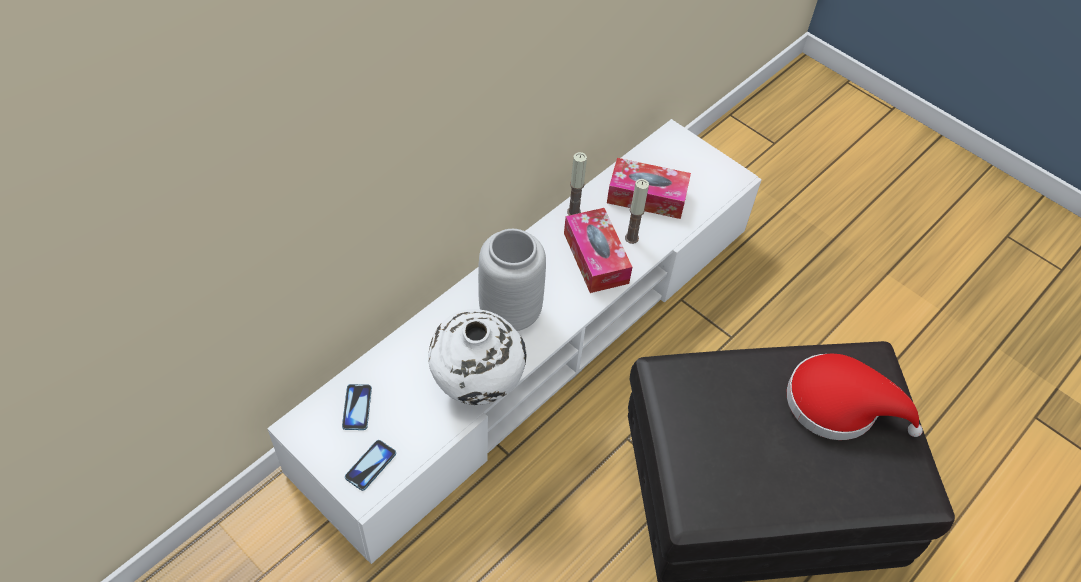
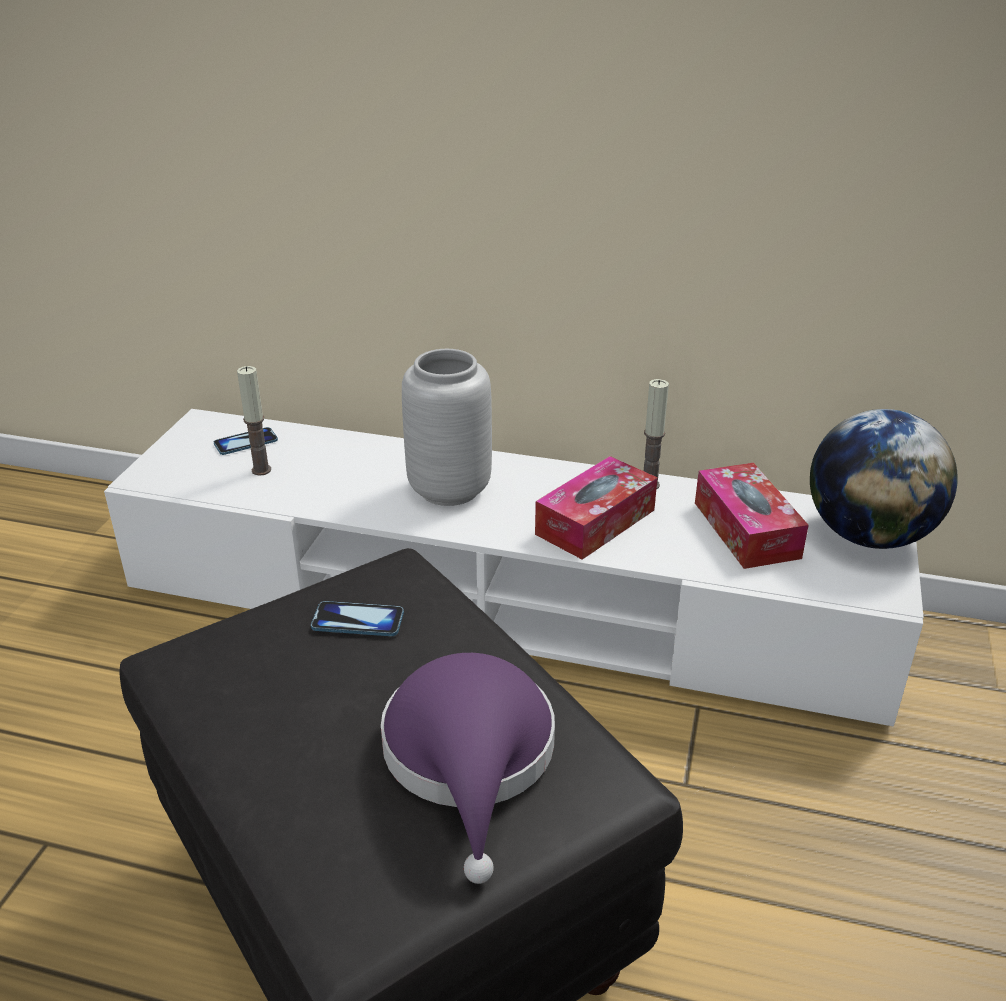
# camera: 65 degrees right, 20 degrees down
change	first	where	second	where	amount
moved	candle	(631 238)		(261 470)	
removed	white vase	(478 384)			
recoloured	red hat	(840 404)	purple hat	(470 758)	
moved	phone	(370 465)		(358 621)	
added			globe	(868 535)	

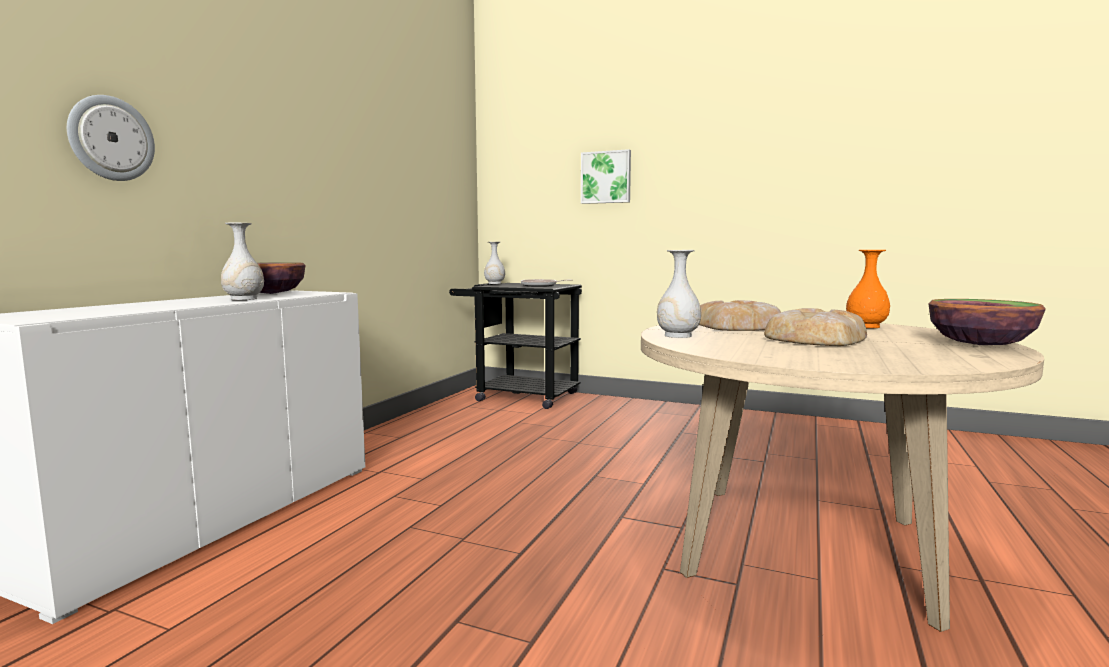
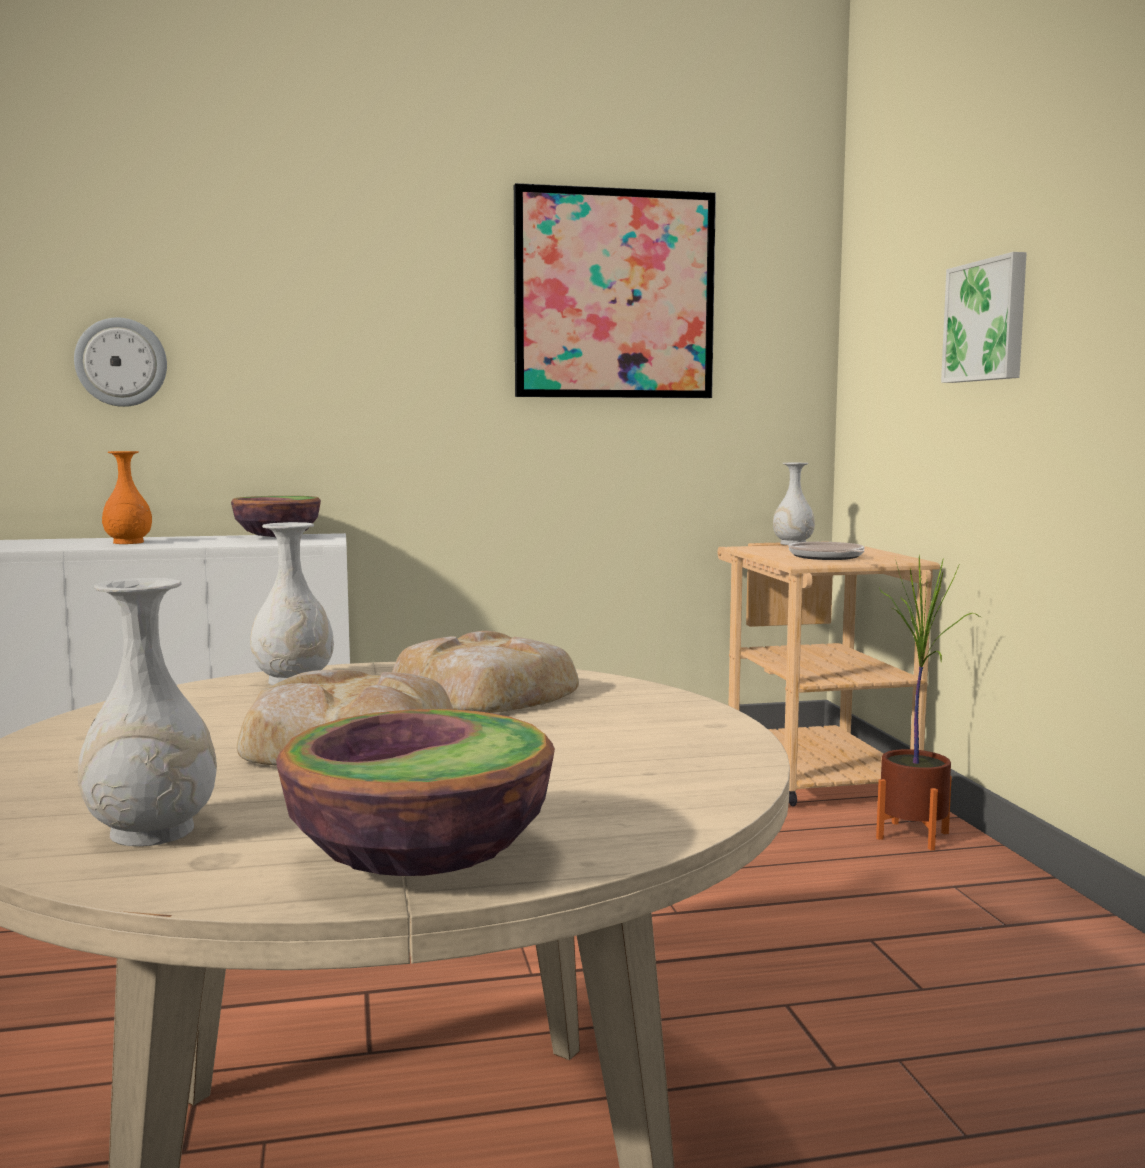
# camera: 55 degrees right, 0 degrees up
change	first	where	second	where	amount
moved	white vase	(244 299)		(151 832)	
moved	orange vase	(867 326)		(128 542)	
recoloured	black cart	(518 396)	beige cart	(809 771)	
added			picture	(614 295)	
added			potted plant	(913 836)	

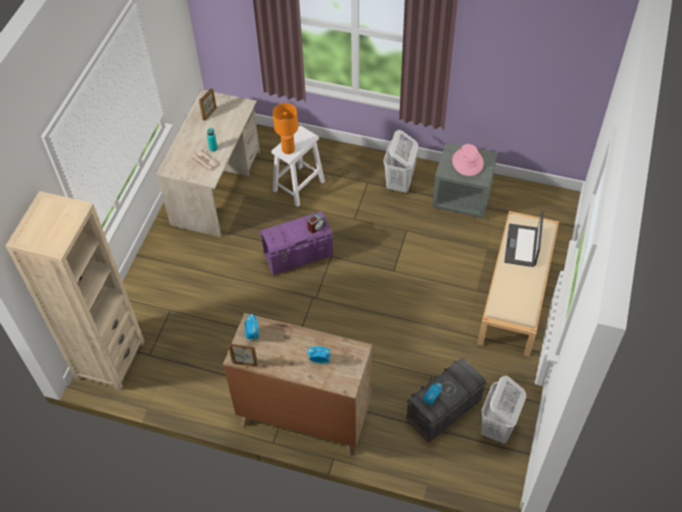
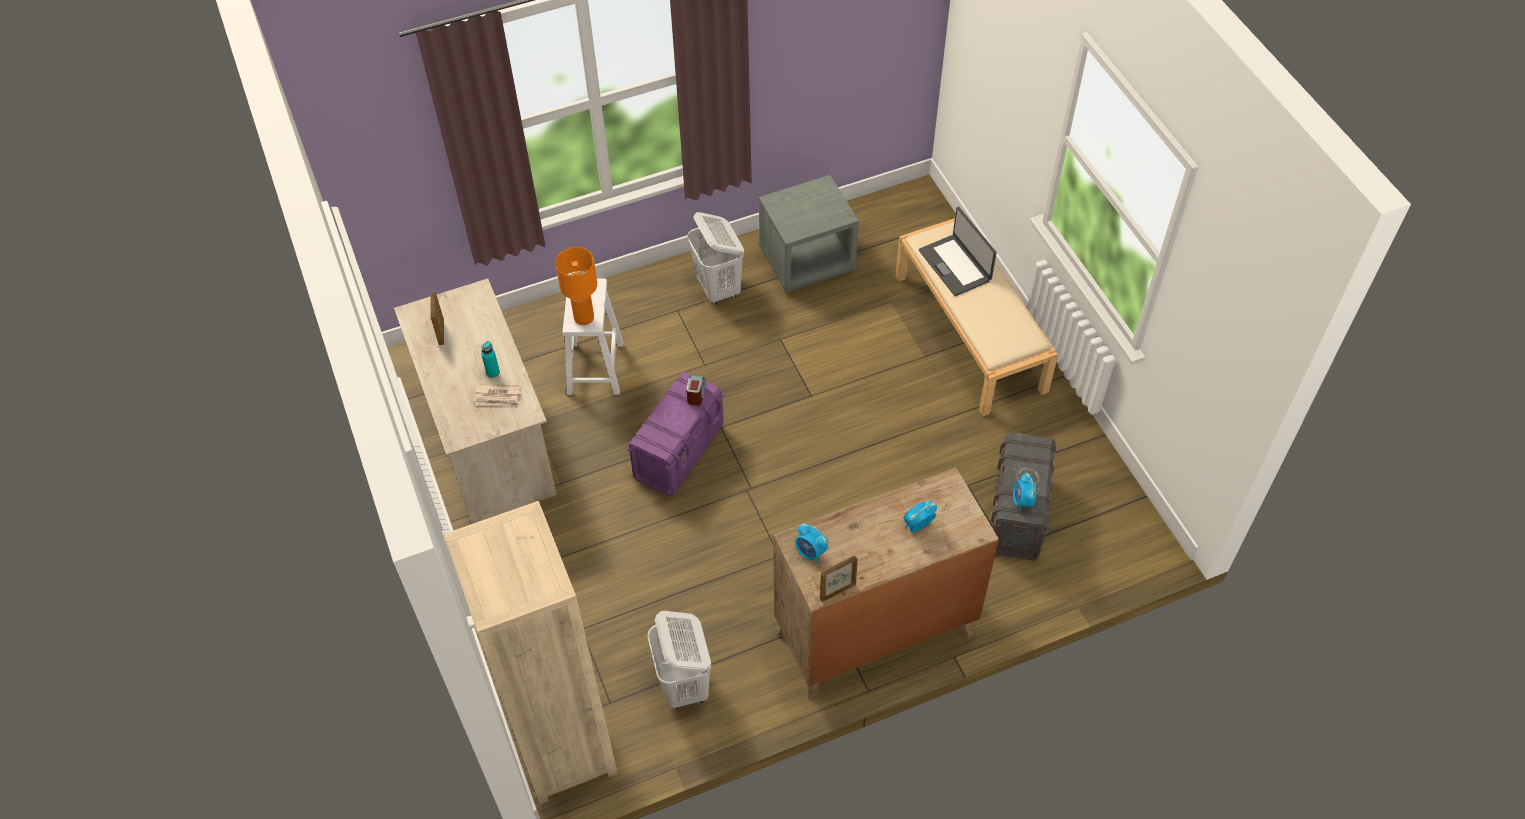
# camera: 40 degrees left, 0 degrees up
change	first	where	second	where	amount
removed	pink hat	(467 162)			
moved	white laundry basket	(497 428)		(684 686)	

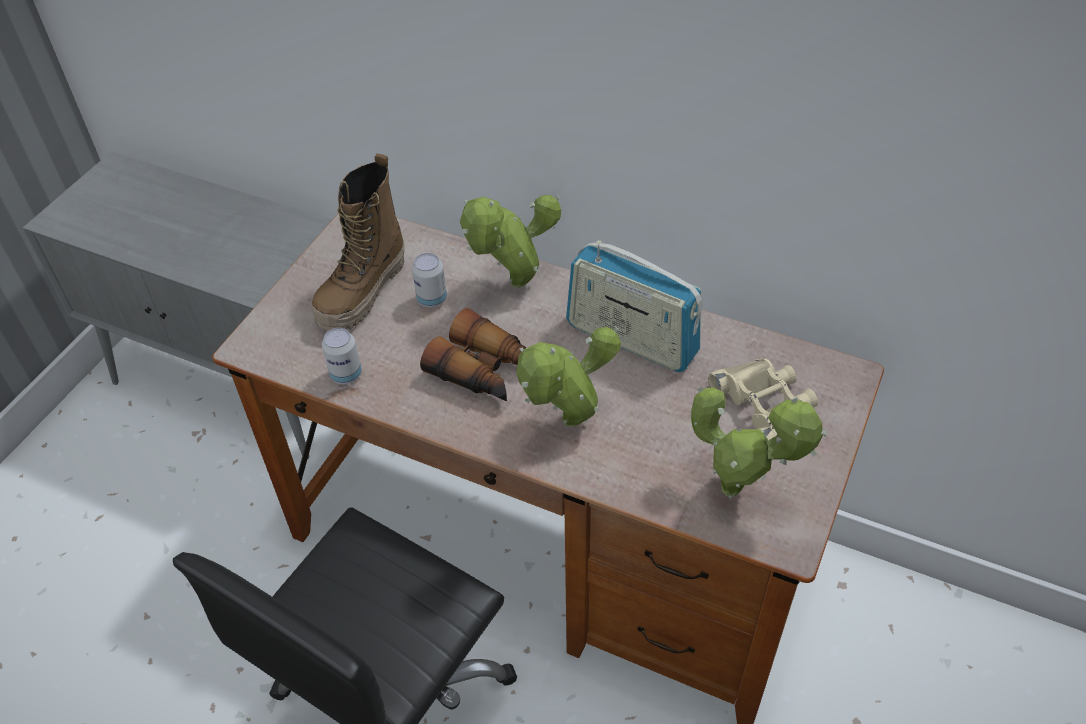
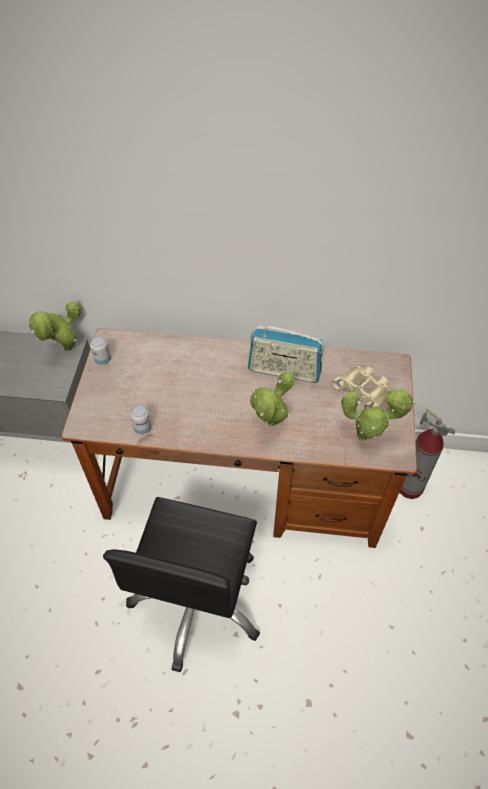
# camera: 20 degrees left, 5 degrees up
change	first	where	second	where	amount
removed	boot	(363 293)			
moved	potted plant	(513 286)		(65 350)	
moved	can	(432 299)		(103 359)	
removed	binoculars	(485 371)			
added			fire extinguisher	(410 487)	

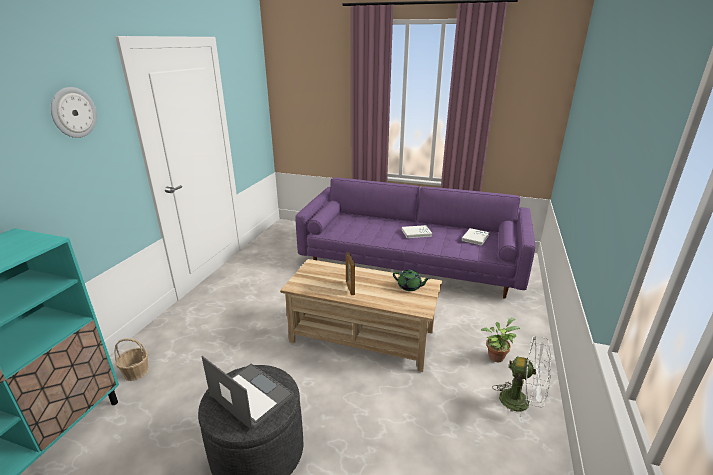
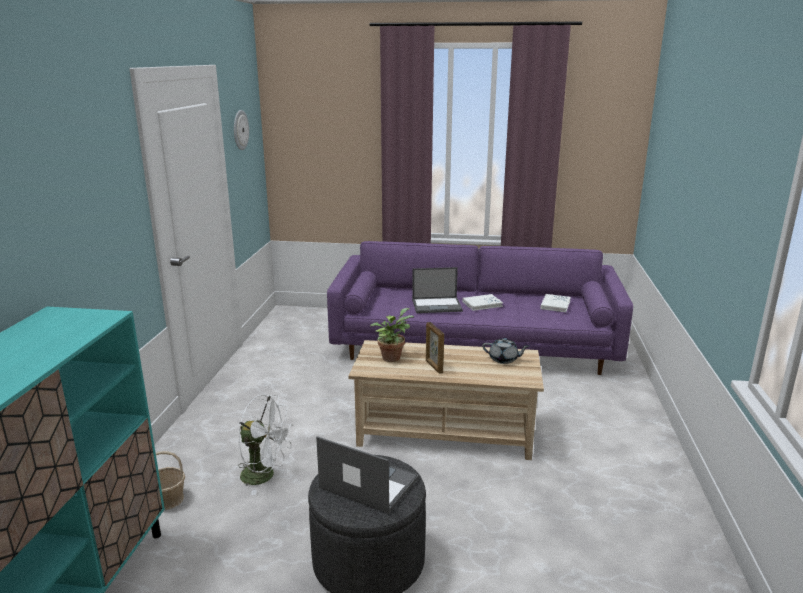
# camera: 10 degrees left, 5 degrees down
change	first	where	second	where	amount
moved	wall clock	(73 112)		(240 130)	
recoloured	green teapot	(410 287)	grey teapot	(504 359)	
moved	potted plant	(496 356)		(392 357)	
moved	white fan	(521 402)		(265 476)	
added			laptop	(437 305)	

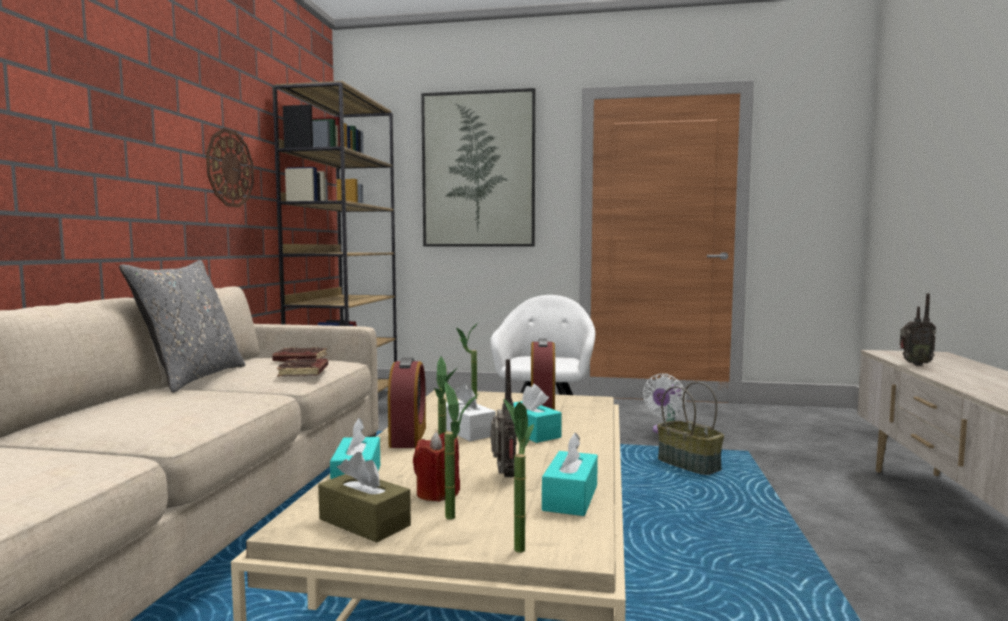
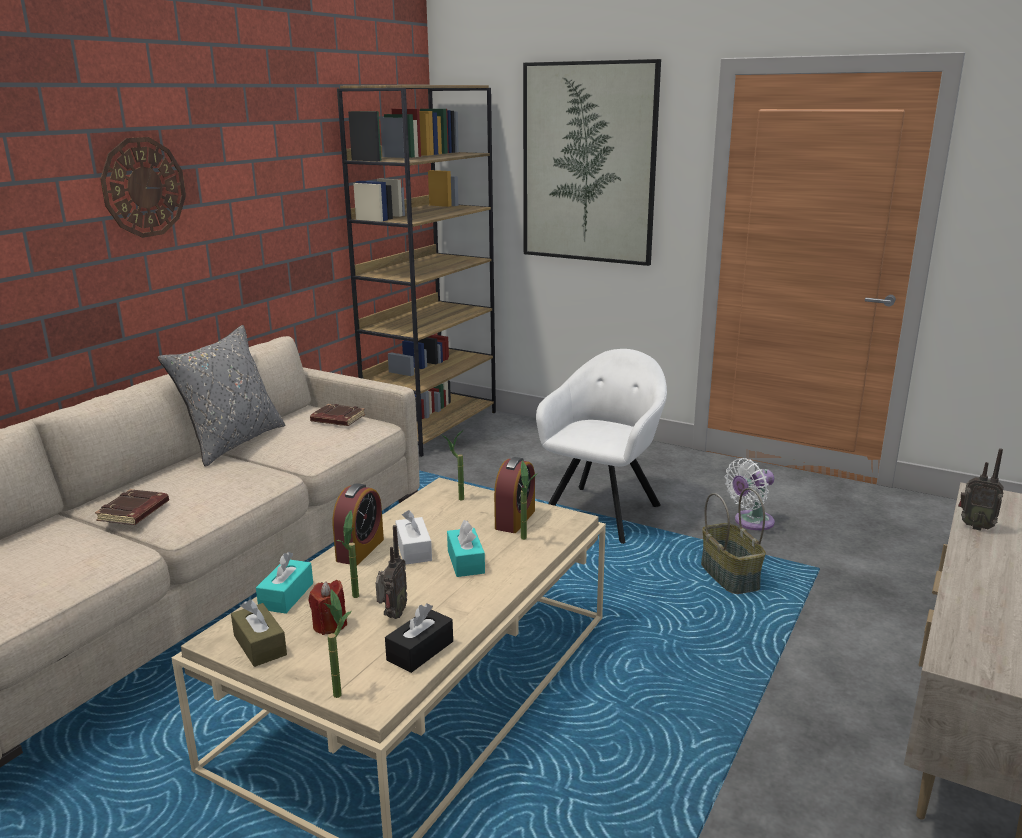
# camera: 20 degrees right, 15 degrees up
change	first	where	second	where	amount
moved	wall clock	(229 168)		(143 187)	
moved	brown book	(304 372)		(134 512)	
moved	potted plant	(458 520)		(527 541)	
recoloured	turquoise tissue box	(570 497)	black tissue box	(420 651)	

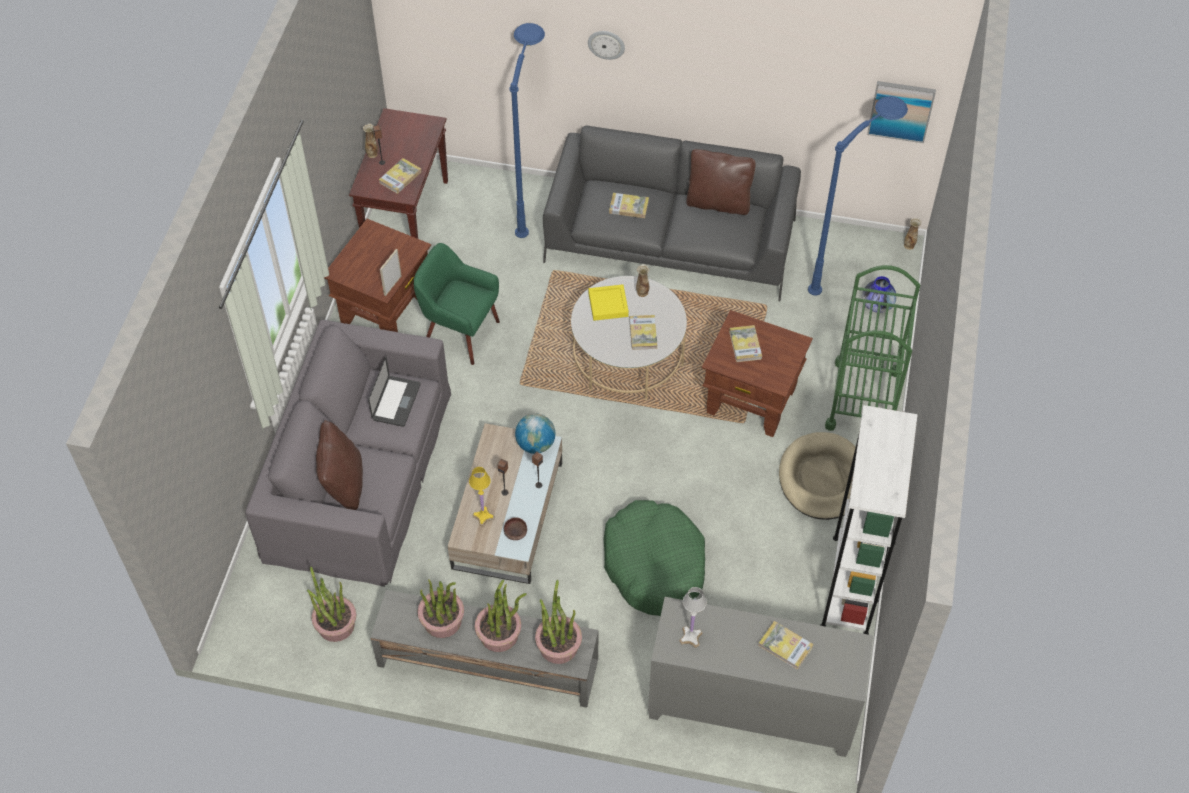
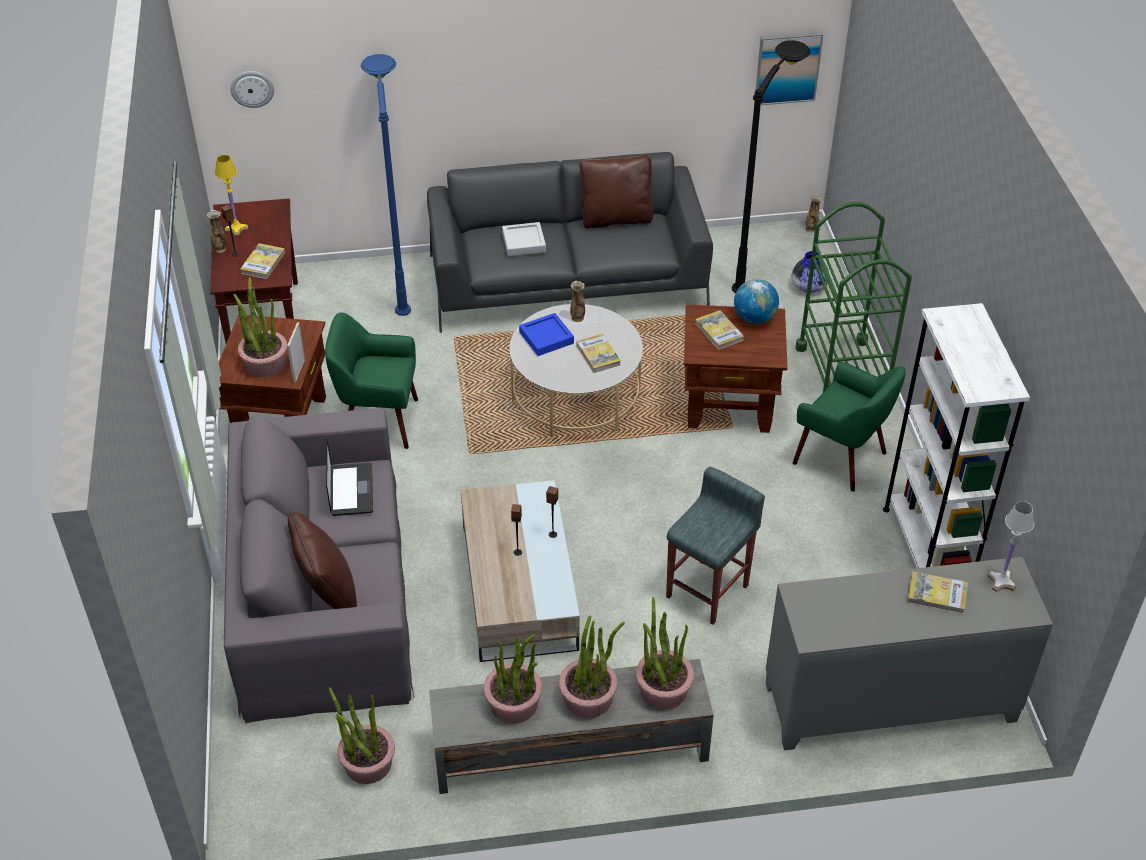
# camera: 20 degrees left, 10 degrees down
change	first	where	second	where	amount
moved	wall clock	(606 44)		(252 88)	
recoloured	blue floor lamp	(847 268)	black floor lamp	(761 262)	
replaced	book	(629 207)	grey tray	(524 242)	
recoloured	yellow tray	(608 305)	blue tray	(546 338)	
moved	globe	(536 444)		(754 318)	
replaced	beige dog bed	(822 479)	green armchair	(841 458)	
moved	yellow table lamp	(483 516)		(236 229)	
replaced	green dog bed	(654 565)	grey stool	(708 590)	
removed	brown bowl	(516 532)			
moved	white table lamp	(691 637)		(1002 581)	
added			potted plant	(265 363)	

